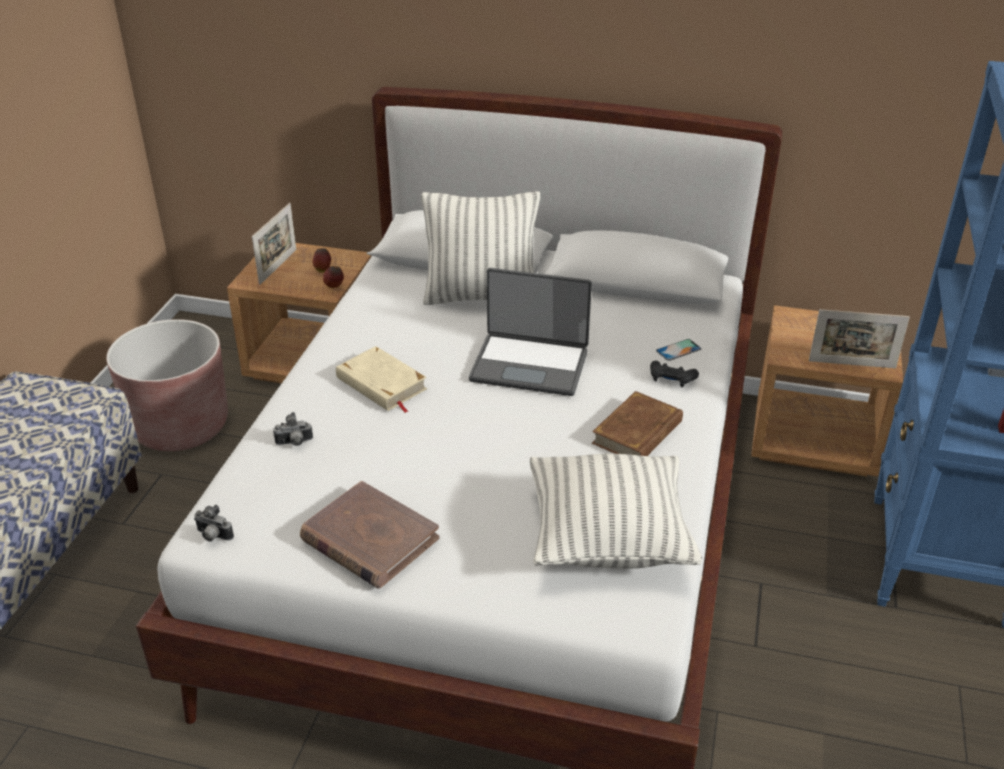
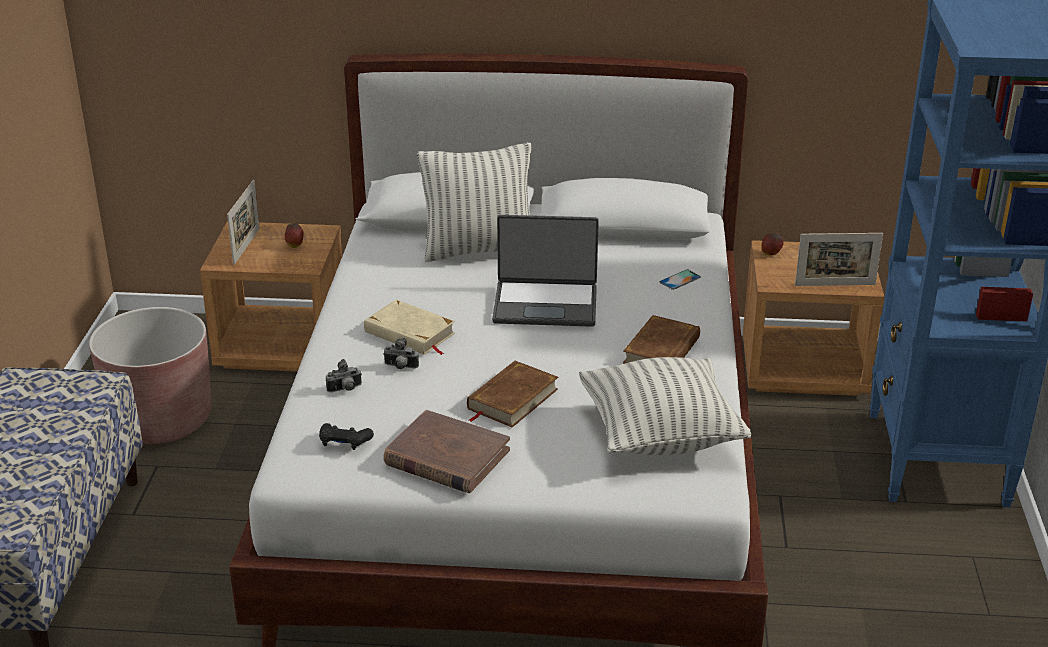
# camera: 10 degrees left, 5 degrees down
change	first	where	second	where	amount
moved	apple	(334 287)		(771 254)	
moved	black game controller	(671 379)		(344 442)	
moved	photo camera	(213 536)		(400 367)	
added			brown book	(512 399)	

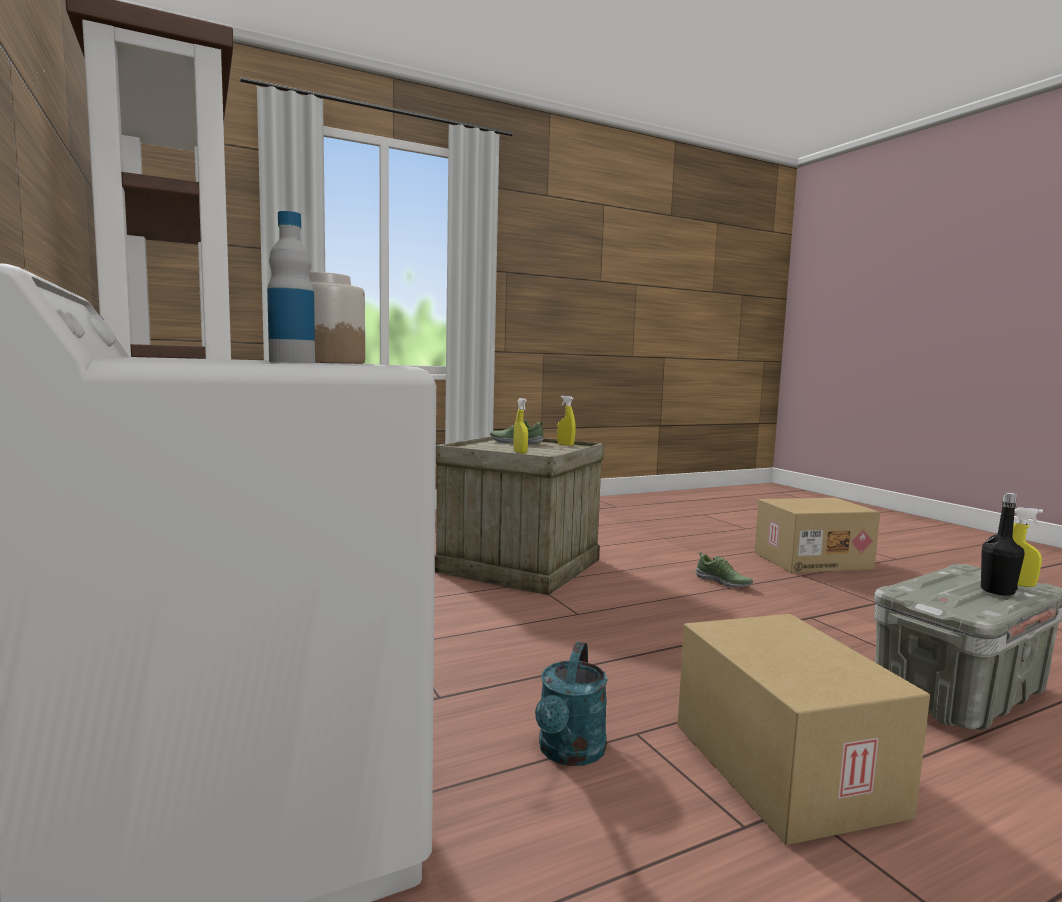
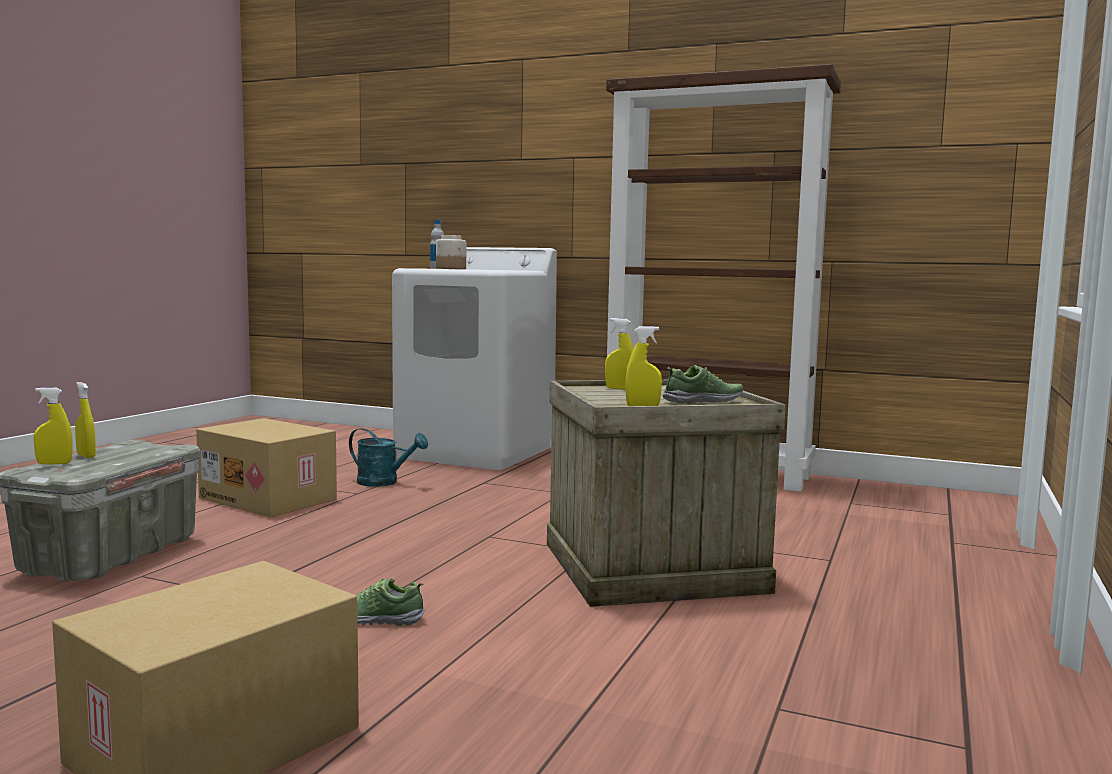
# camera: 140 degrees right, 0 degrees up
change	first	where	second	where	amount
replaced	black bottle	(997 591)	yellow spray bottle	(86 456)	
turned	turquoise watering can	(569 753)		(384 482)	135 degrees clockwise

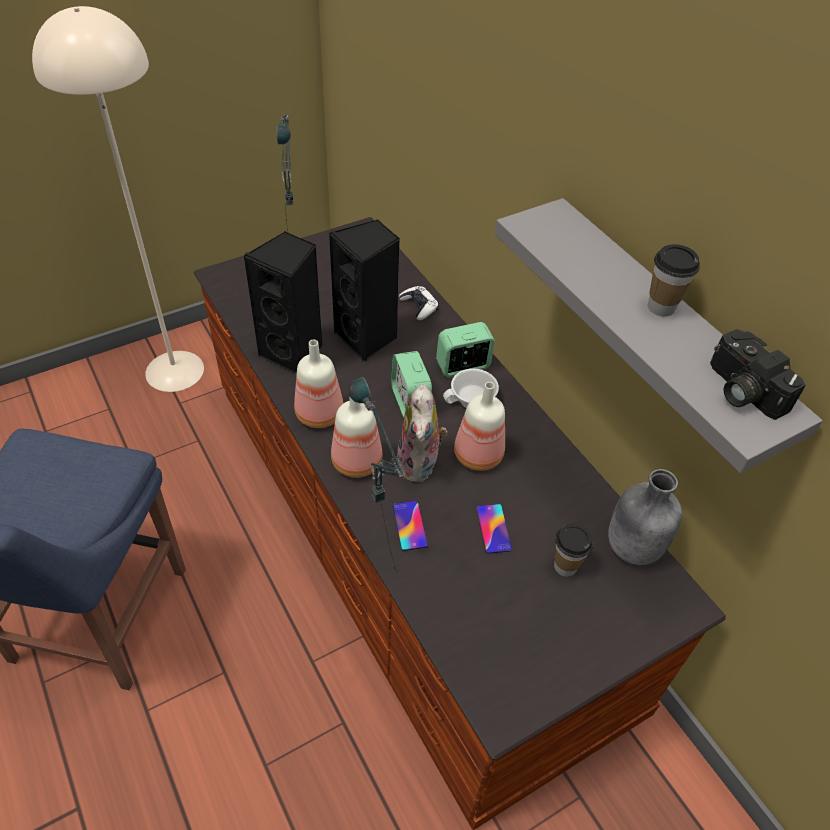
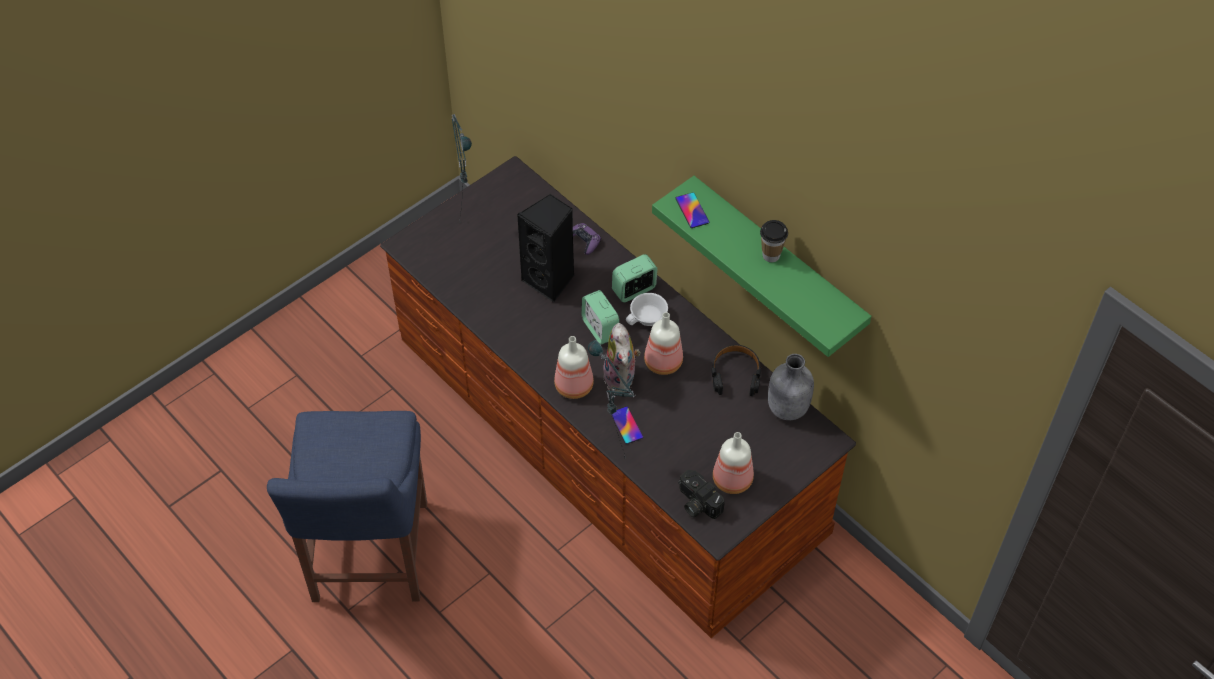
# camera: 10 degrees left, 5 degrees up
change	first	where	second	where	amount
removed	beige floor lamp	(175 371)			
recoloured	grey shelf	(662 333)	green shelf	(777 264)	
removed	black speaker	(294 353)			
recoloured	white game controller	(419 306)	purple game controller	(584 241)	
moved	photo camera	(740 390)		(696 503)	
moved	bottle	(319 413)		(732 478)	
moved	phone	(493 528)		(692 210)	
removed	cup	(565 566)			
added			black headphones	(735 374)	

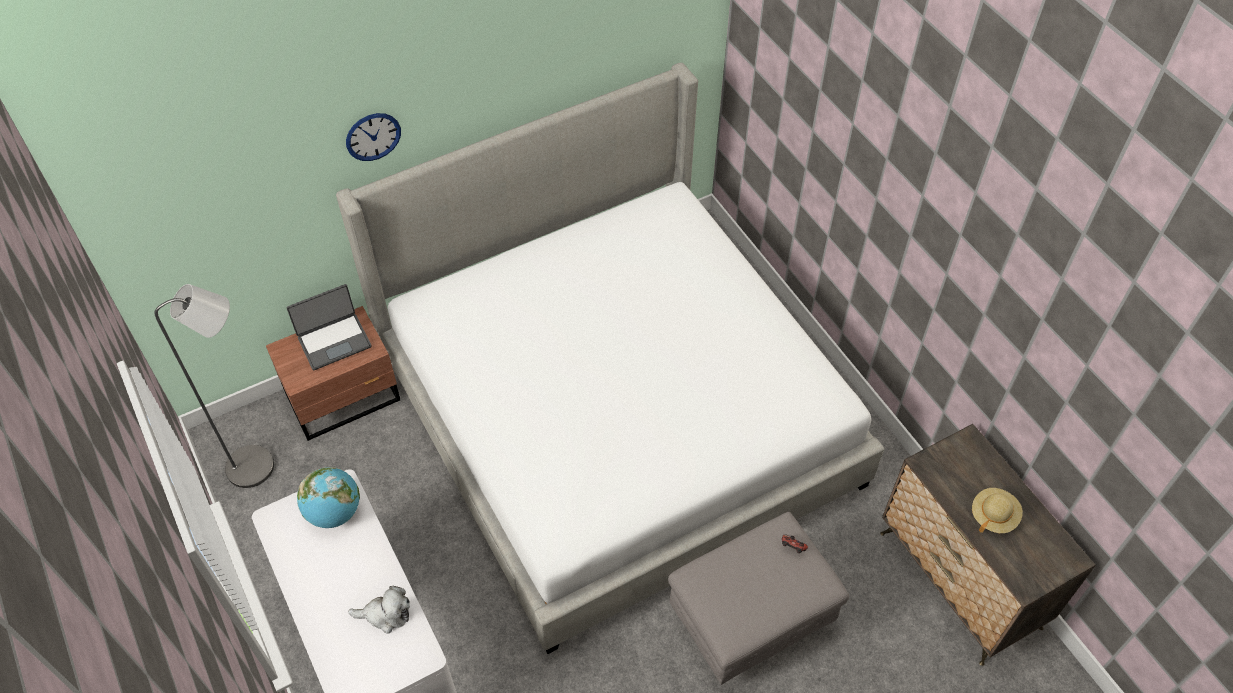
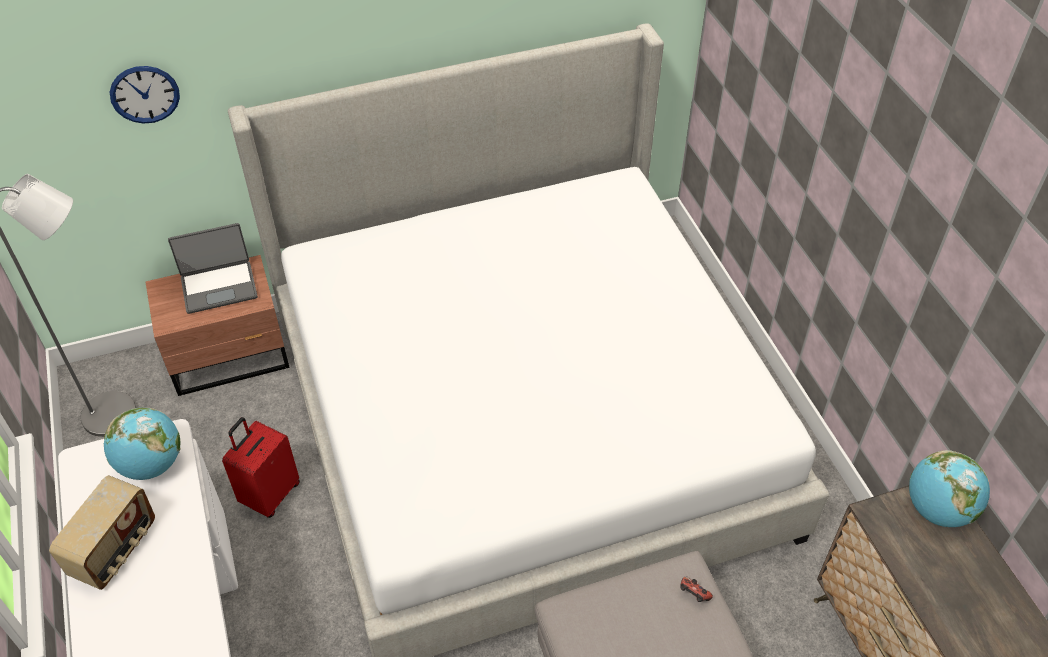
# camera: 10 degrees right, 5 degrees down
change	first	where	second	where	amount
moved	wall clock	(373 136)		(144 94)	
removed	beige hat	(993 516)			
removed	plush toy	(386 614)			
added			red suitcase	(270 494)	
added			globe	(937 510)	
added			radio	(115 550)	

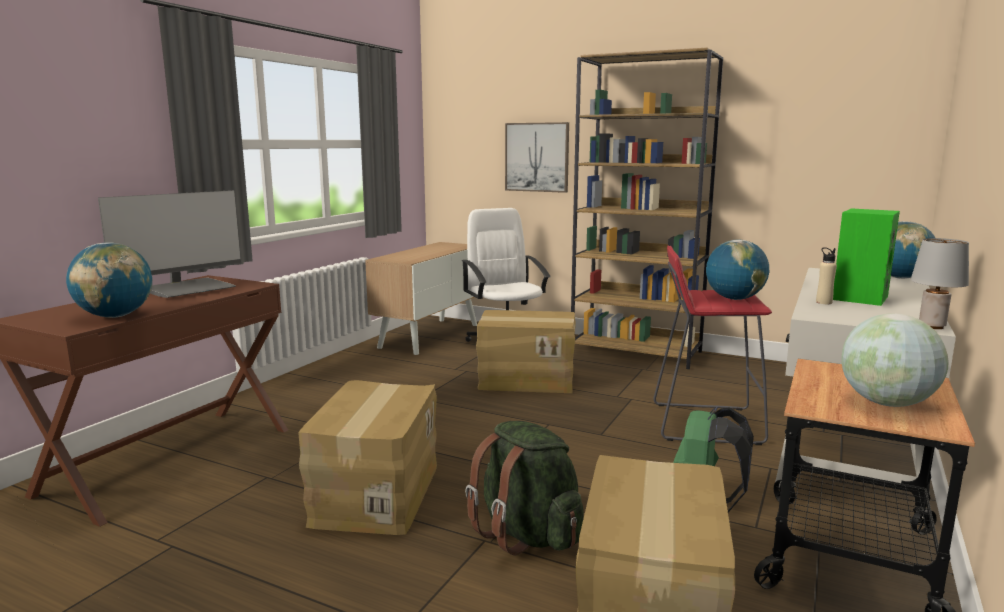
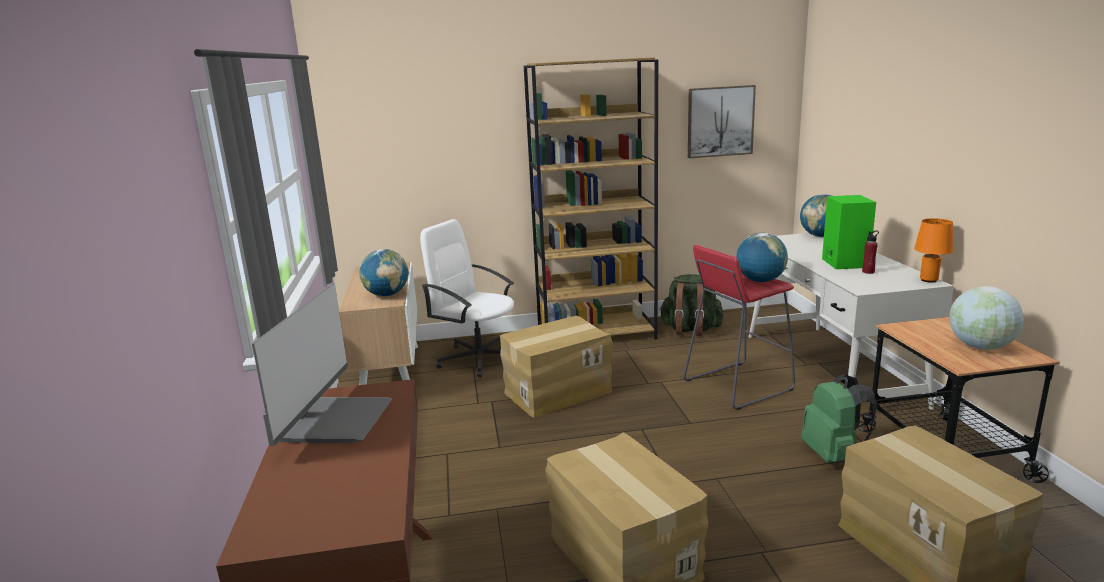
# camera: 35 degrees left, 5 degrees up
change	first	where	second	where	amount
moved	picture	(537 157)		(720 121)	
recoloured	grey table lamp	(932 326)	orange table lamp	(929 280)	
moved	globe	(115 316)		(386 295)	
removed	beige bottle	(823 302)			
moved	green backpack	(527 534)		(690 330)	
added			red bottle	(868 272)	

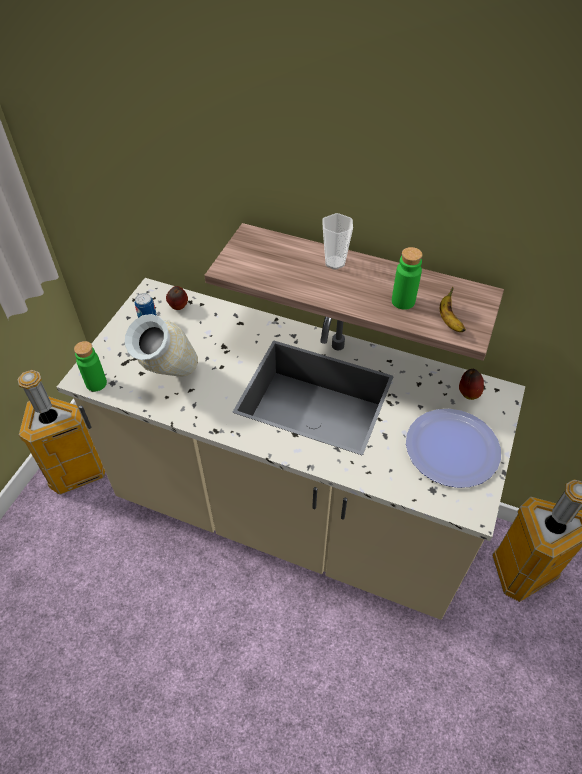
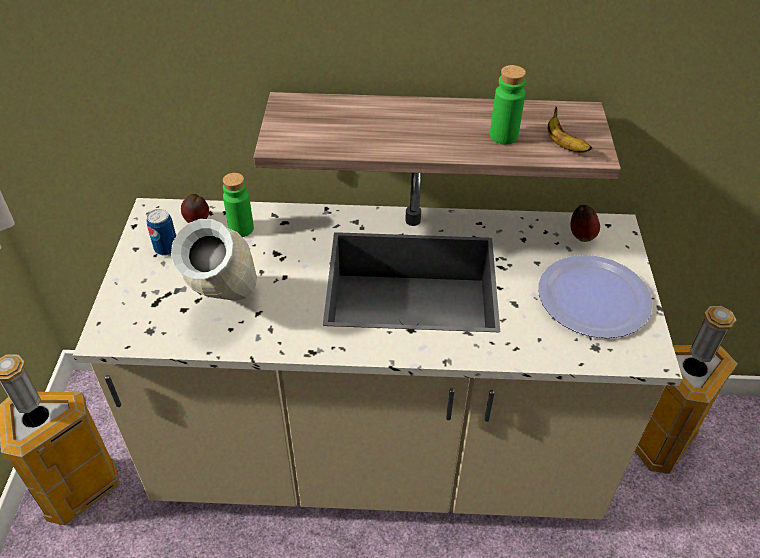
# camera: 20 degrees left, 5 degrees down
change	first	where	second	where	amount
removed	cup	(335 262)			
moved	green bottle	(96 383)		(241 229)	

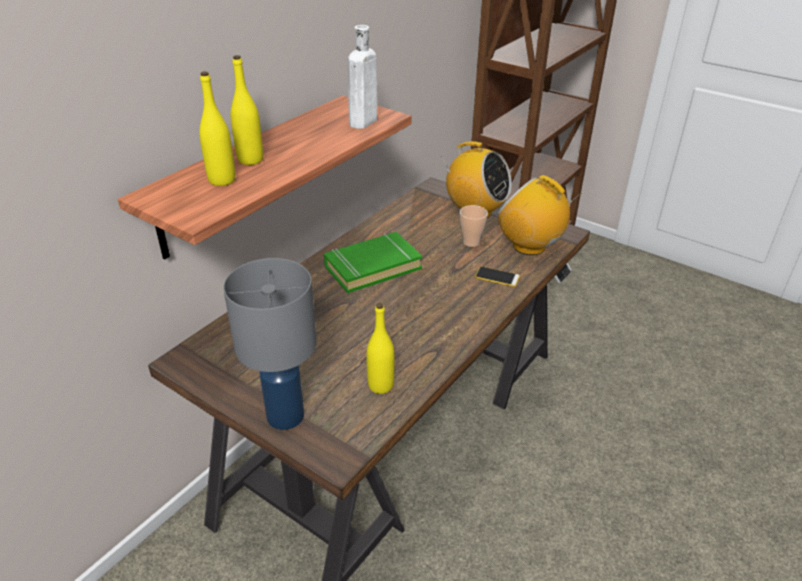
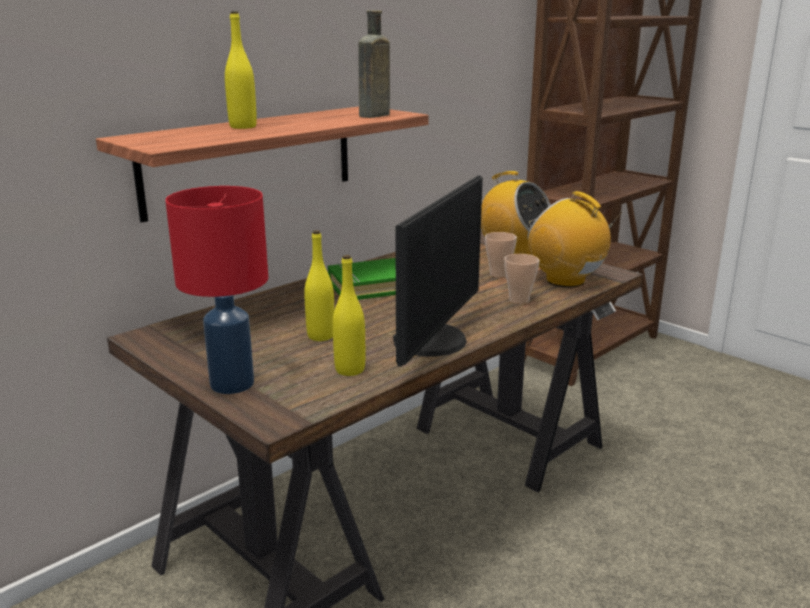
# camera: 10 degrees right, 15 degrees down
change	first	where	second	where	amount
recoloured	white bottle	(362 123)	brown bottle	(373 115)	
moved	yellow bottle	(222 180)		(321 336)	
recoloured	grey table lamp	(284 415)	red table lamp	(231 383)	
replaced	phone	(497 277)	cup	(519 300)	
added			monitor	(433 341)	

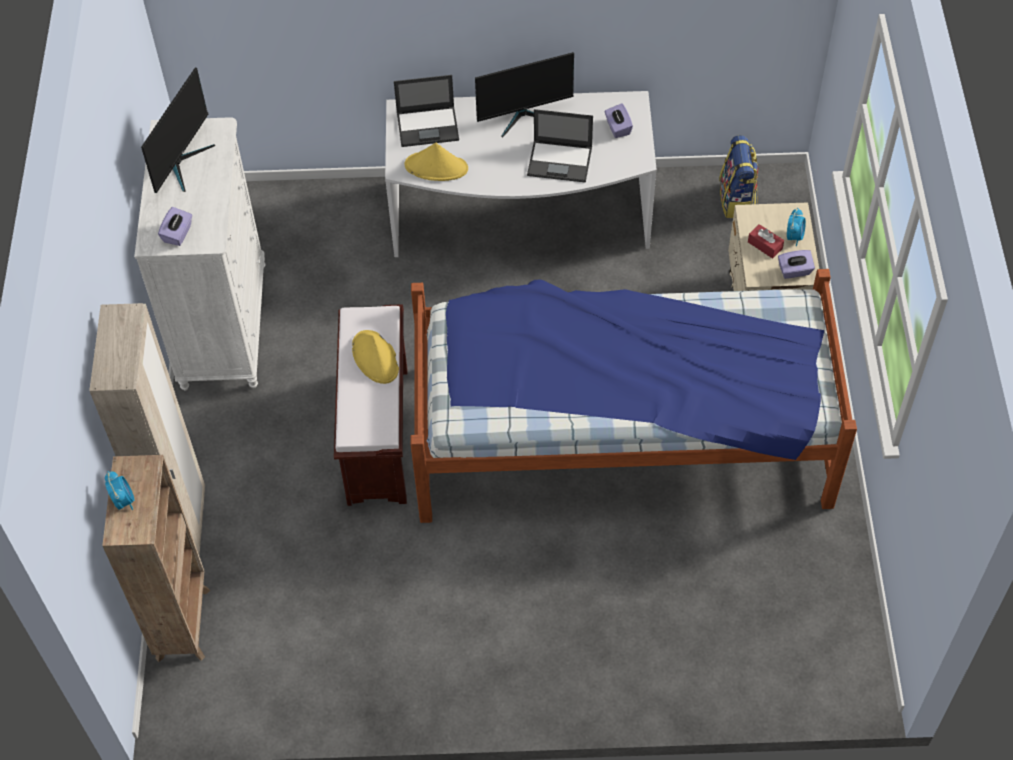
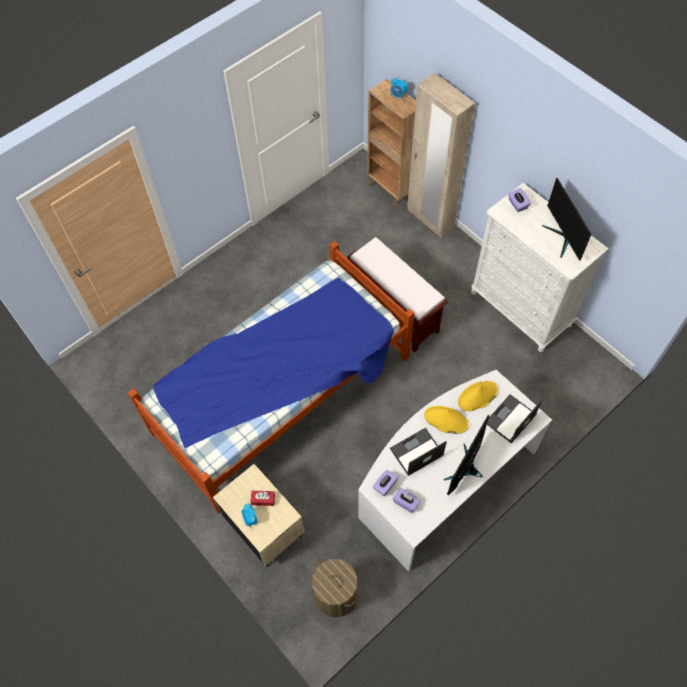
# camera: 140 degrees right, 5 degrees up
change	first	where	second	where	amount
replaced	backpack	(737 200)	laundry basket	(336 595)	
moved	purple tissue box	(794 271)		(385 485)	
moved	yellow hat	(375 358)		(446 420)	

